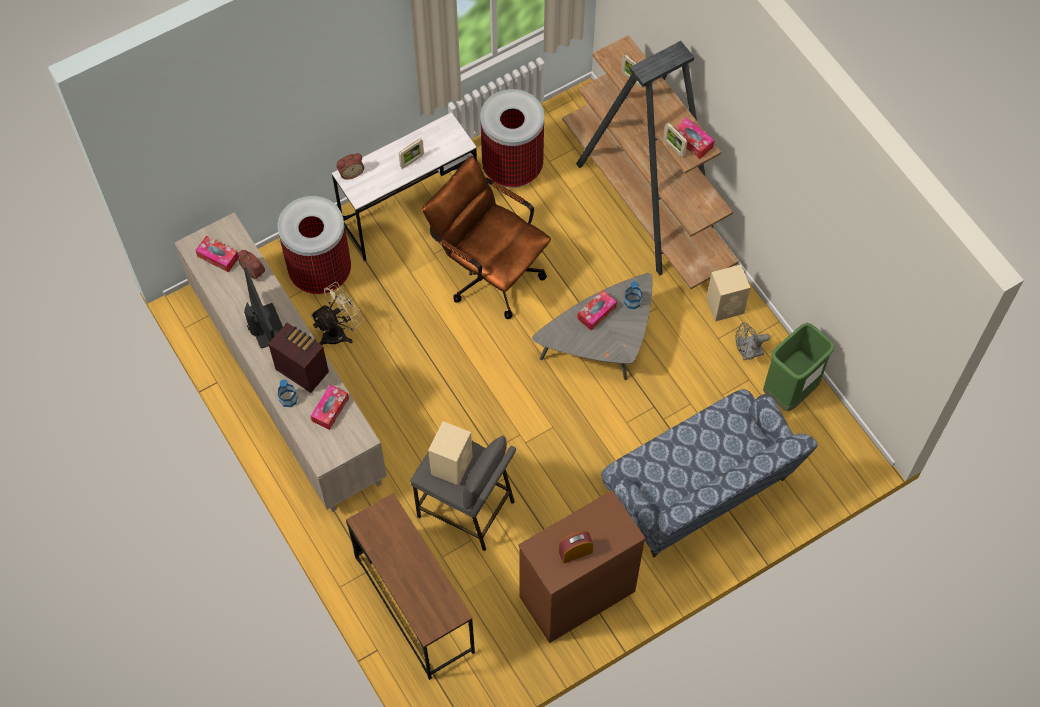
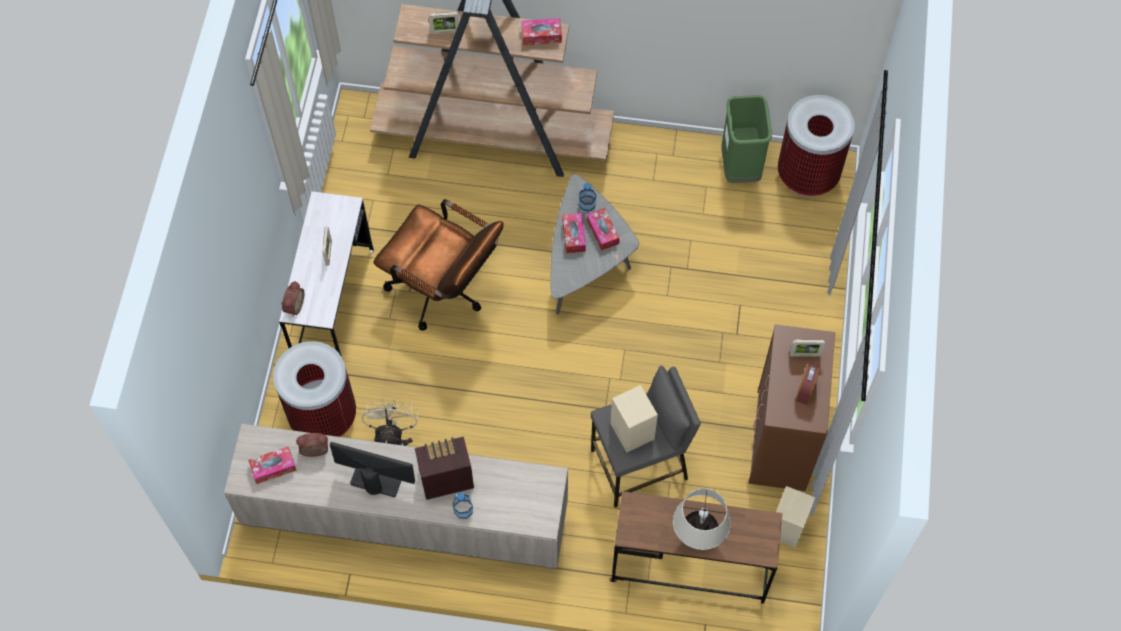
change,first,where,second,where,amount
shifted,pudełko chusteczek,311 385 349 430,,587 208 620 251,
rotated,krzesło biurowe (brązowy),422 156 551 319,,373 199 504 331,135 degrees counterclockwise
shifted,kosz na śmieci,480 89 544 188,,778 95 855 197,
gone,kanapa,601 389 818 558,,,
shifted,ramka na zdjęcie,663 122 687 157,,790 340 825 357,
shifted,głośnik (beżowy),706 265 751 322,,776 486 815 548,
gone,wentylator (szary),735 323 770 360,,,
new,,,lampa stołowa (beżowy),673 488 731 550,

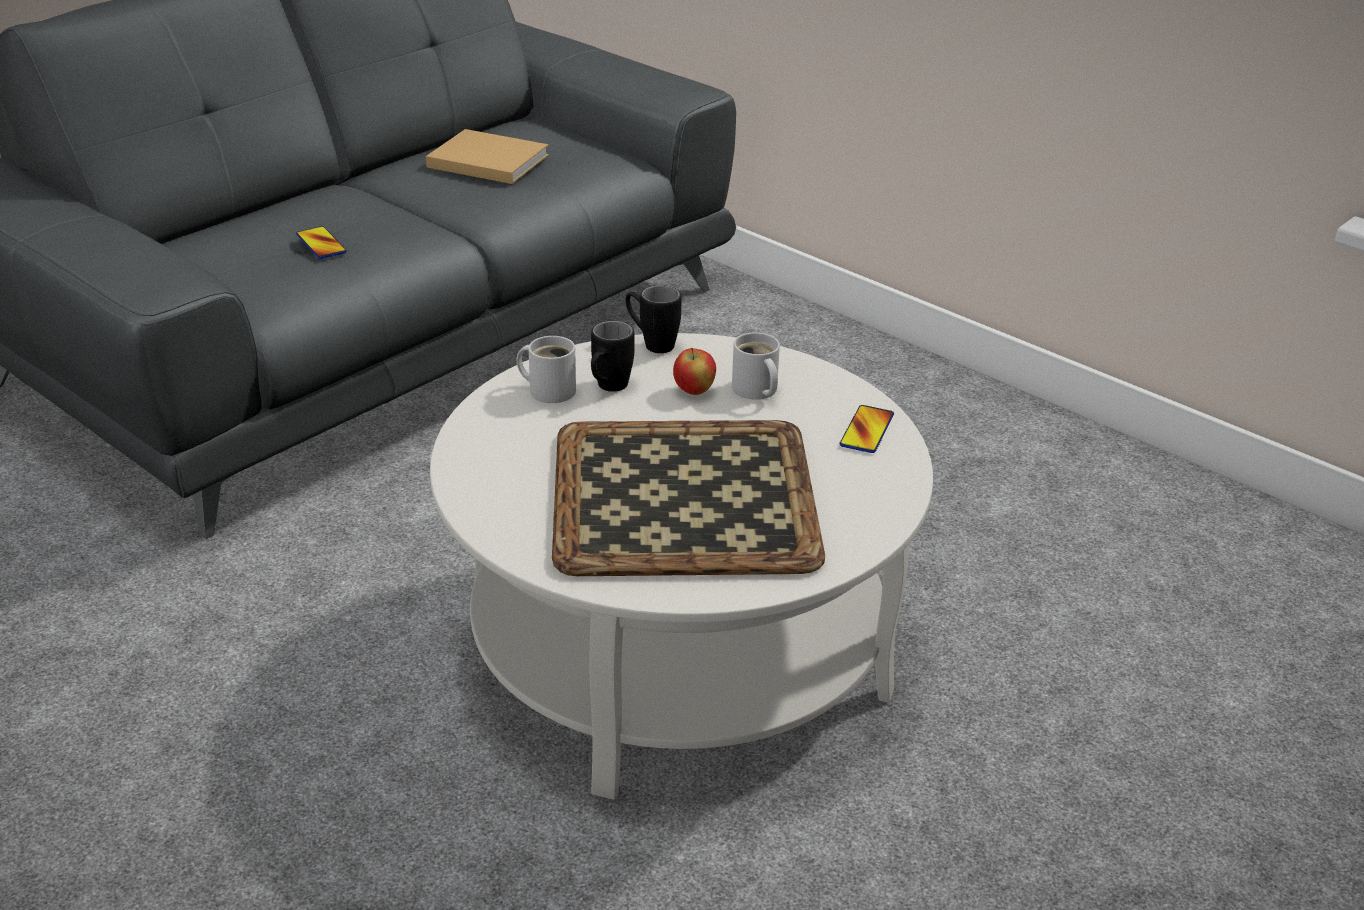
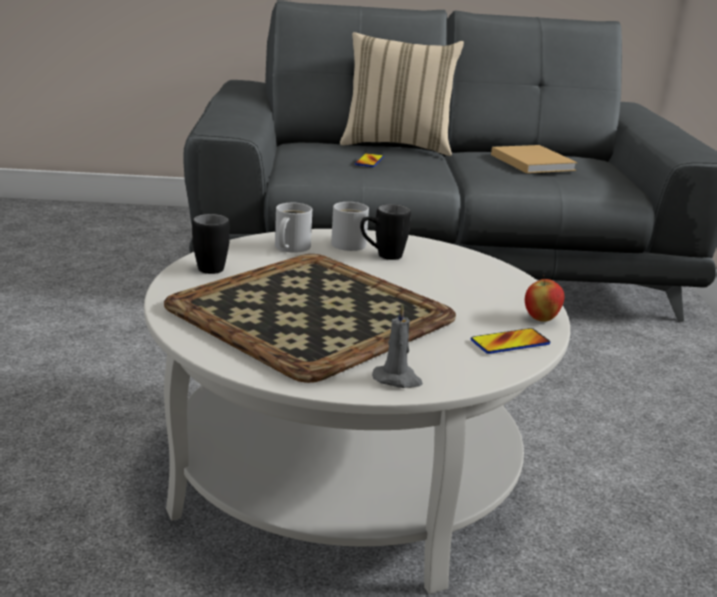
change,first,where,second,where,amount
shifted,kubek (czarny),625 285 681 353,,192 214 230 274,
shifted,jabłko,673 348 716 395,,525 275 565 322,
shifted,kubek (biały),732 333 780 400,,275 203 312 253,
new,,,poduszka (beżowy),340 32 464 156,
new,,,świeca (szary),372 304 423 388,

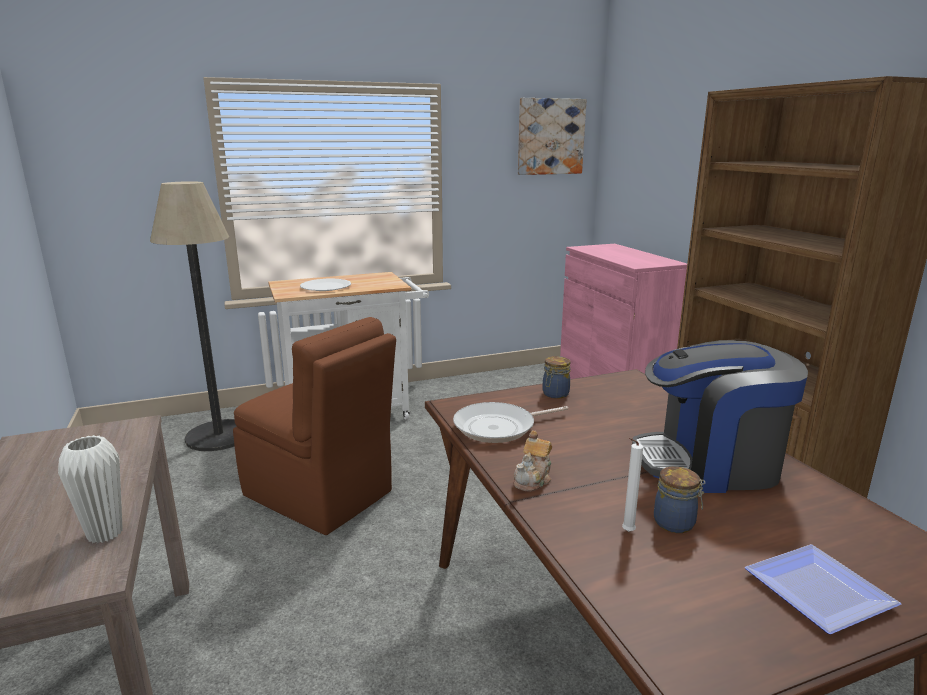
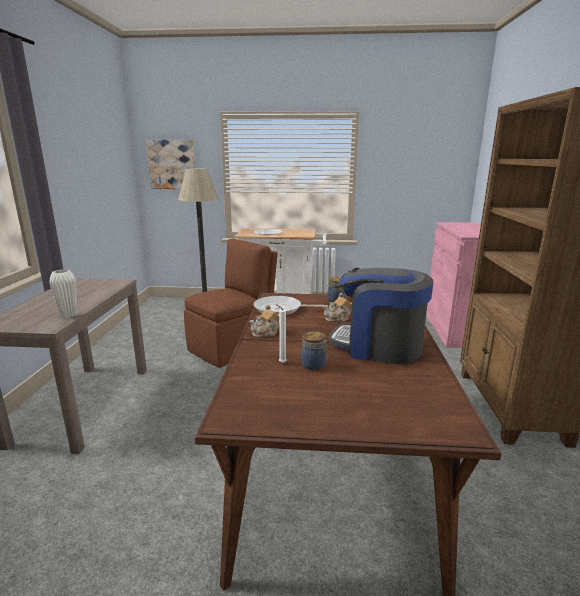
change,first,where,second,where,amount
rotated,krzesło (brązowy),233 317 396 535,,184 238 278 368,105 degrees counterclockwise
shifted,obraz,518 98 587 175,,146 140 195 189,
gone,talerz,745 544 901 634,,,
new,,,imbryk,323 293 352 322,

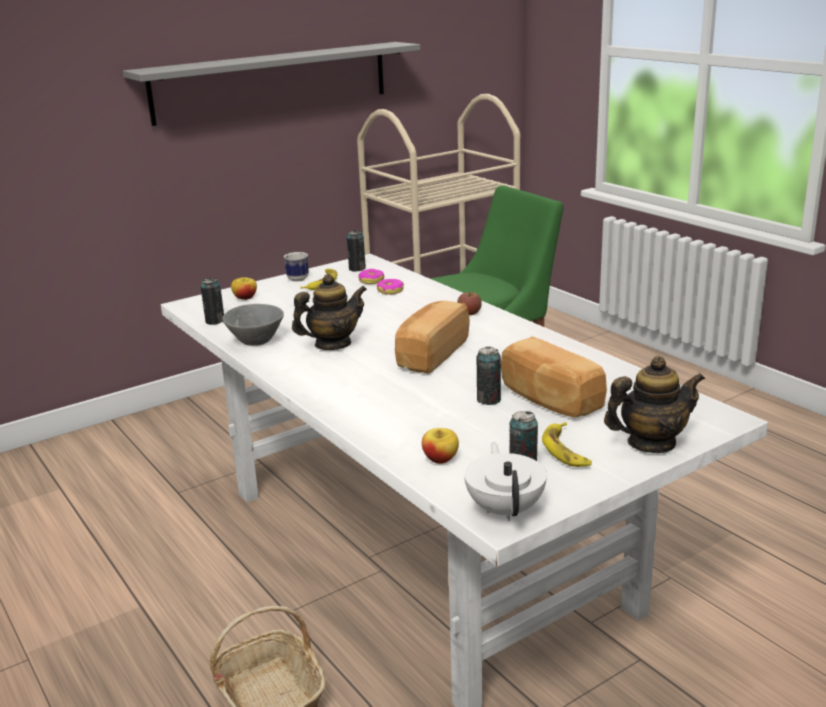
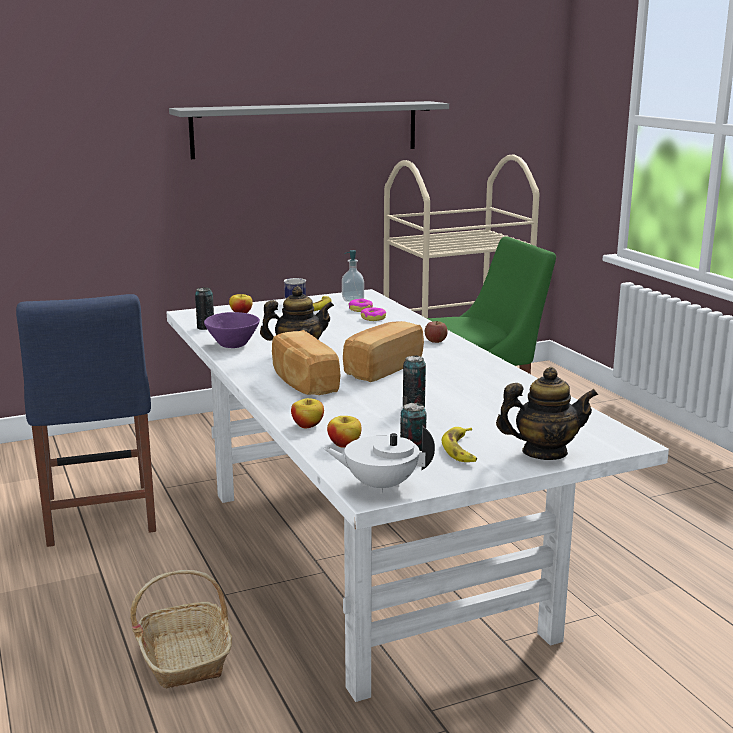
change,first,where,second,where,amount
repainted,miska (szary),223 304 284 346,miska (fioletowy),204 312 260 348,
swapped,puszka,347 230 366 272,dozownik mydła,342 250 364 302,
rotated,imbryk (biały),464 443 547 521,,323 426 435 494,90 degrees counterclockwise
shifted,chleb,501 336 607 418,,272 330 340 395,
new,,,krzesło (niebieski),16 294 156 547,
new,,,jabłko,291 398 324 428,

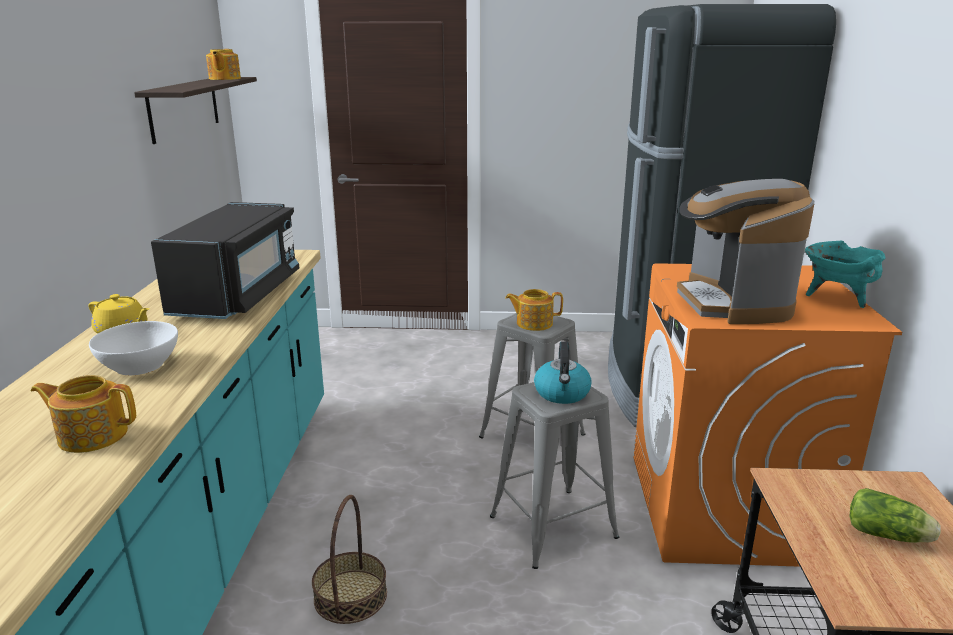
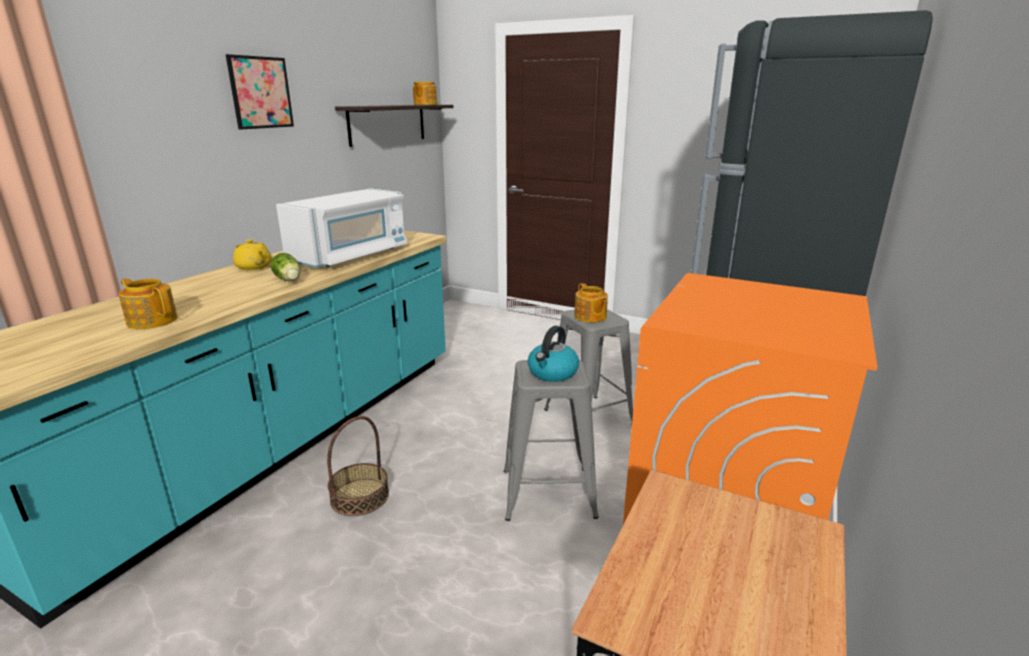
change,first,where,second,where,amount
gone,miska (biały),89 321 178 375,,,
repainted,mikrofalówka (czarny),151 202 299 319,mikrofalówka (biały),276 188 407 268,
rotated,imbryk,505 289 563 331,,574 283 608 323,135 degrees counterclockwise
gone,ekspres do kawy,677 179 815 324,,,
gone,garnek (turkusowy),805 241 886 308,,,
shifted,sałata,850 488 941 543,,271 253 301 281,
new,,,obraz,226 54 294 130,

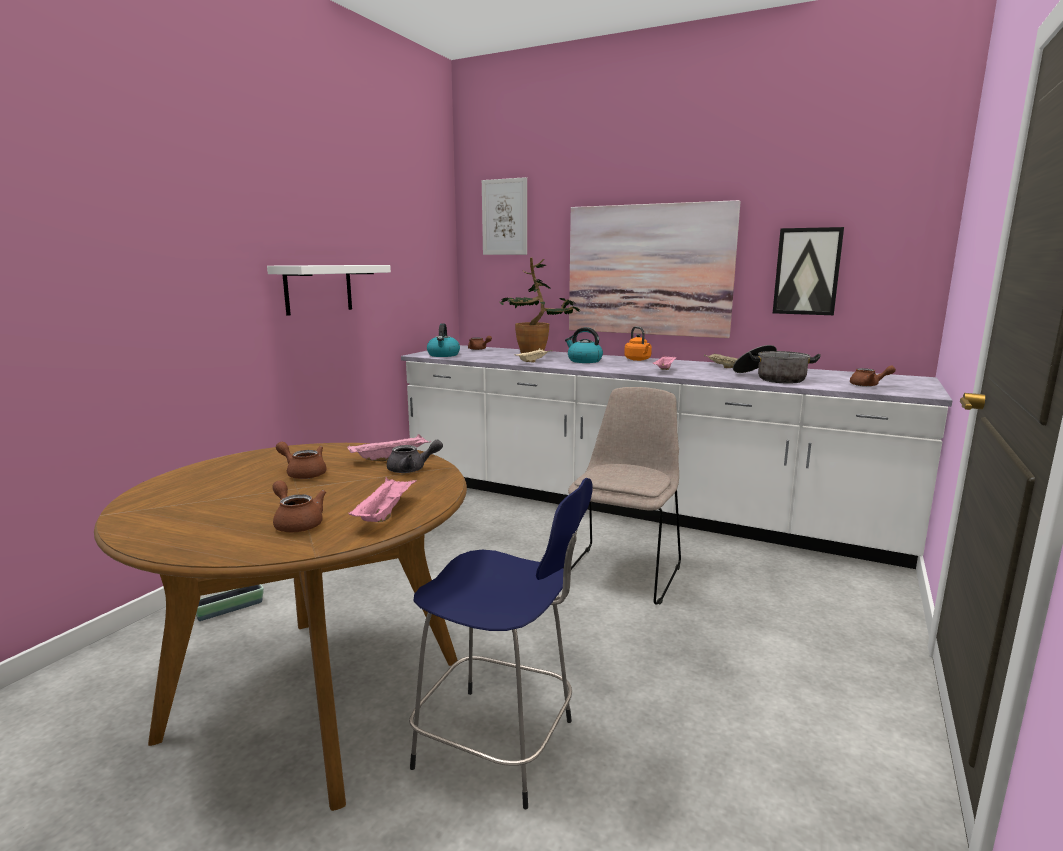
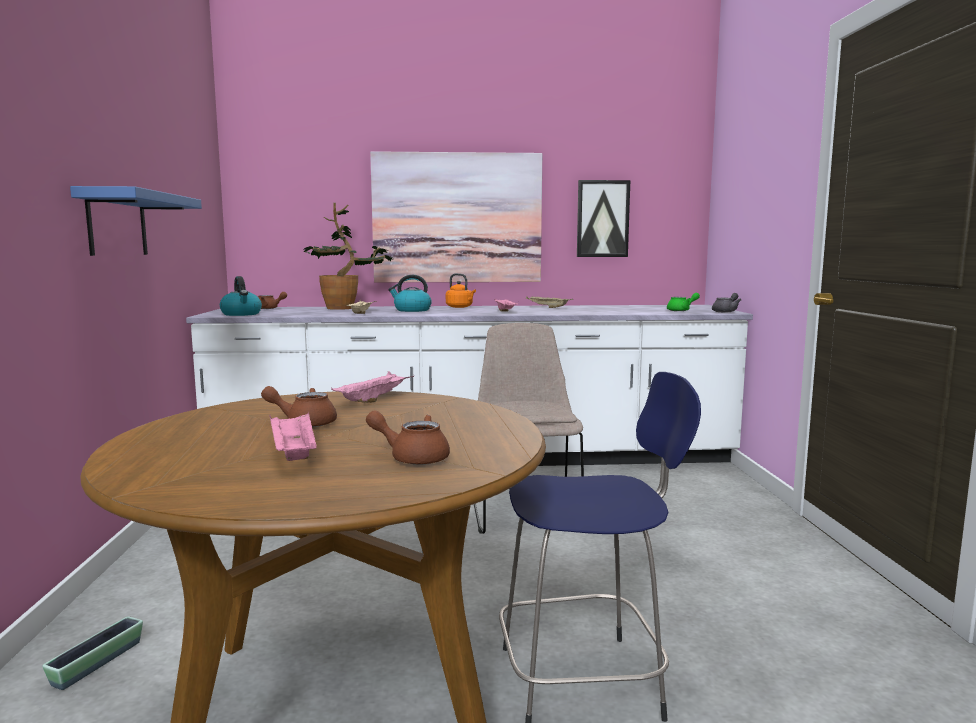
change,first,where,second,where,amount
repainted,półka (biały),267 265 391 316,półka (niebieski),70 186 202 256,
shifted,taca (różowy),348 477 417 522,,269 412 316 461,
shifted,imbryk (szary),387 440 443 473,,712 293 741 312,
gone,obraz,482 177 527 255,,,
gone,garnek,733 345 821 384,,,
repainted,imbryk (brązowy),850 366 896 387,imbryk (zielony),667 293 700 311,

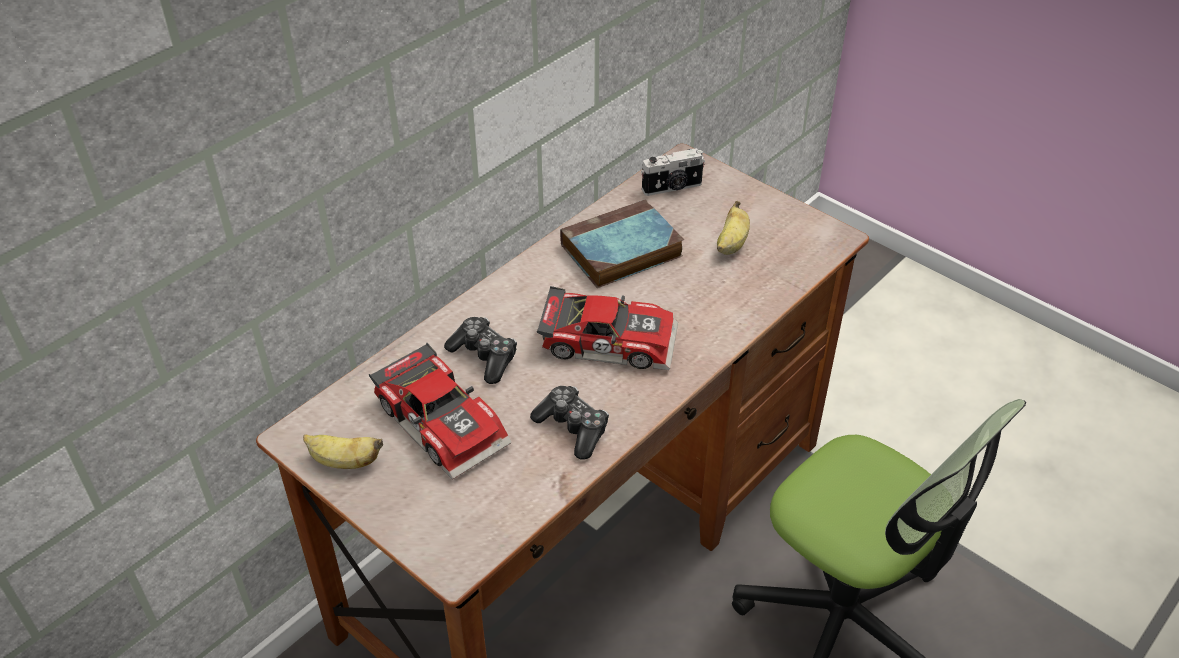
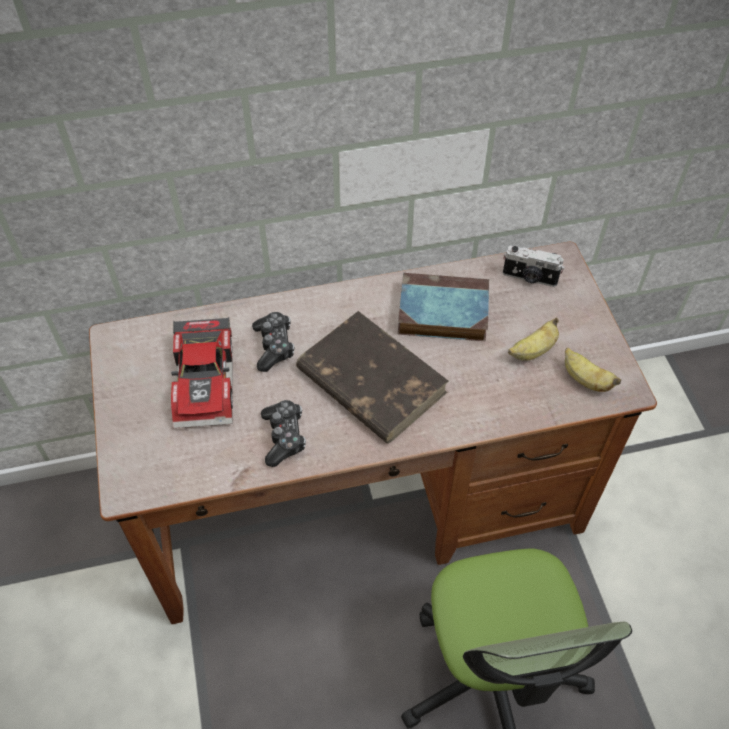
change,first,where,second,where,amount
shifted,banan,303 434 383 469,,565 348 621 392,
swapped,samochodzik,537 286 678 370,książka (brązowy),296 311 449 443,

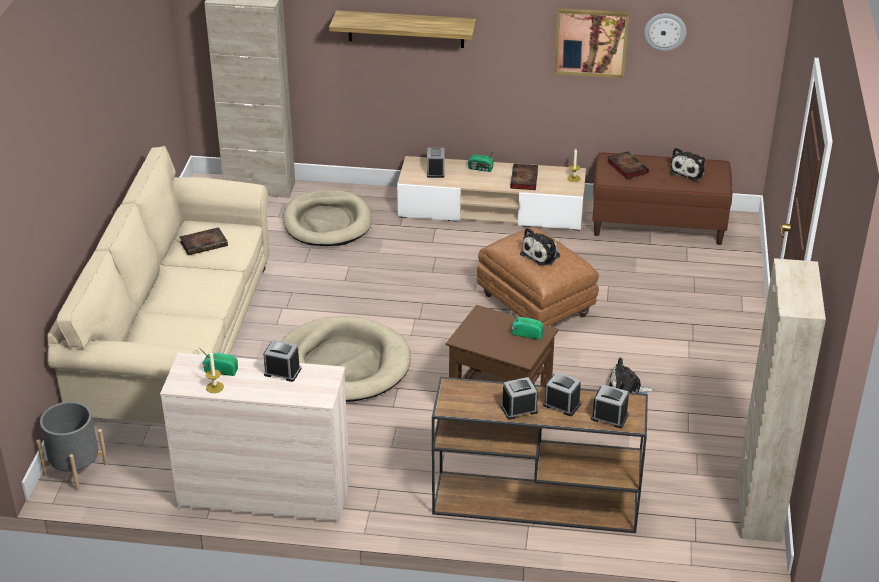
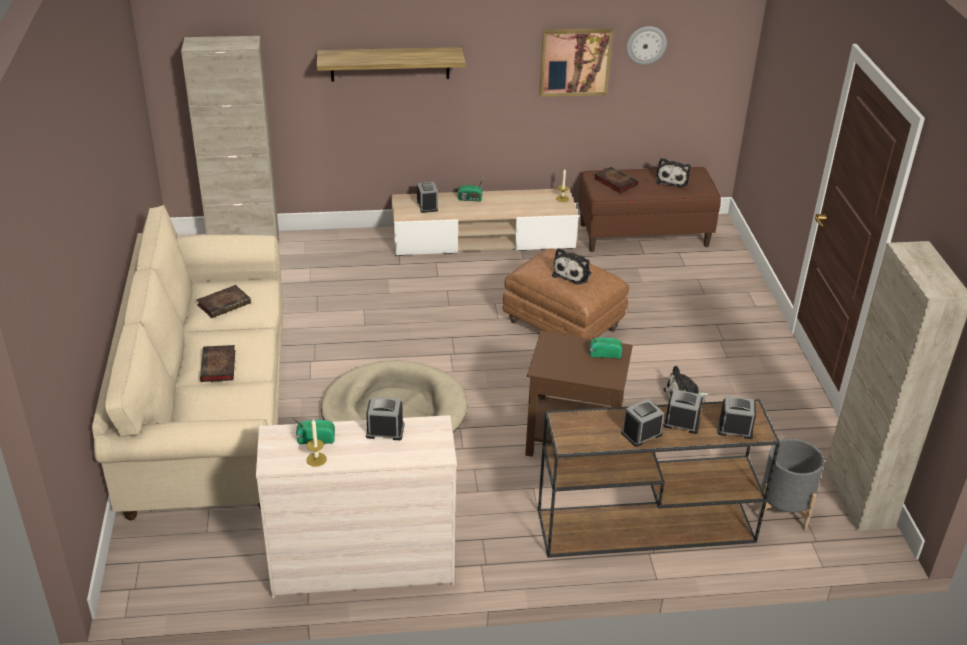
change,first,where,second,where,amount
shifted,donica (szary),36 402 108 491,,757 438 824 531,
gone,legowisko (beżowy),283 190 372 246,,,
shifted,książka,510 164 538 190,,200 345 235 382,

